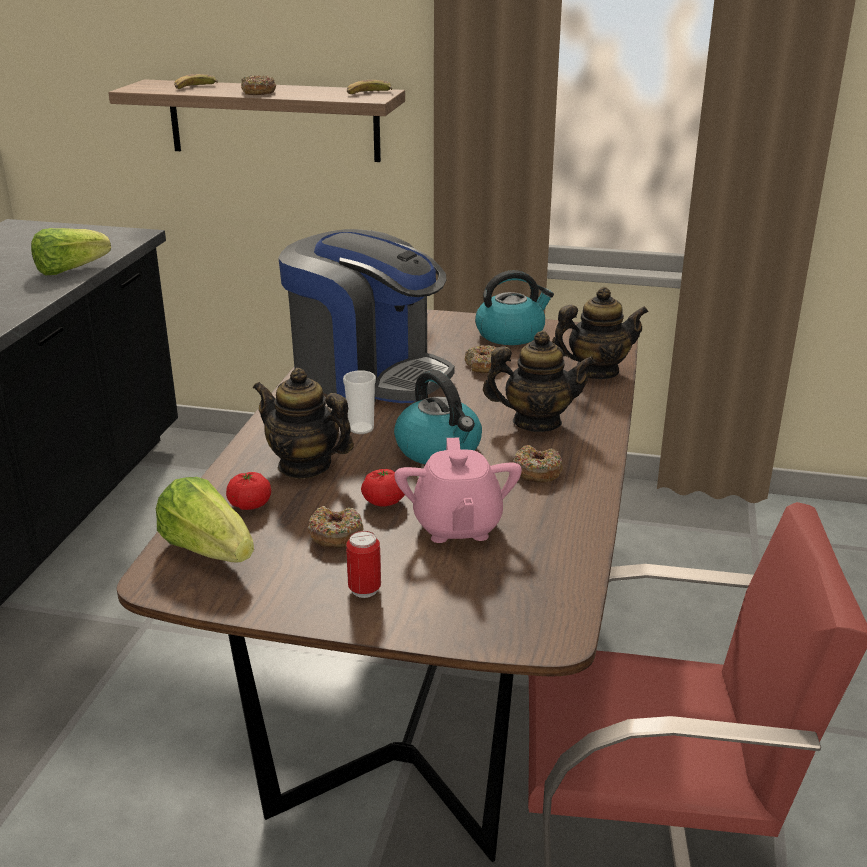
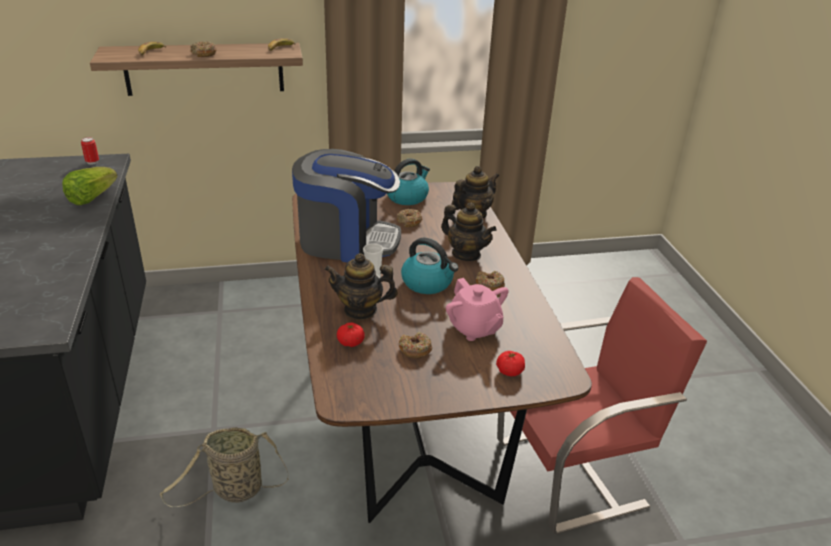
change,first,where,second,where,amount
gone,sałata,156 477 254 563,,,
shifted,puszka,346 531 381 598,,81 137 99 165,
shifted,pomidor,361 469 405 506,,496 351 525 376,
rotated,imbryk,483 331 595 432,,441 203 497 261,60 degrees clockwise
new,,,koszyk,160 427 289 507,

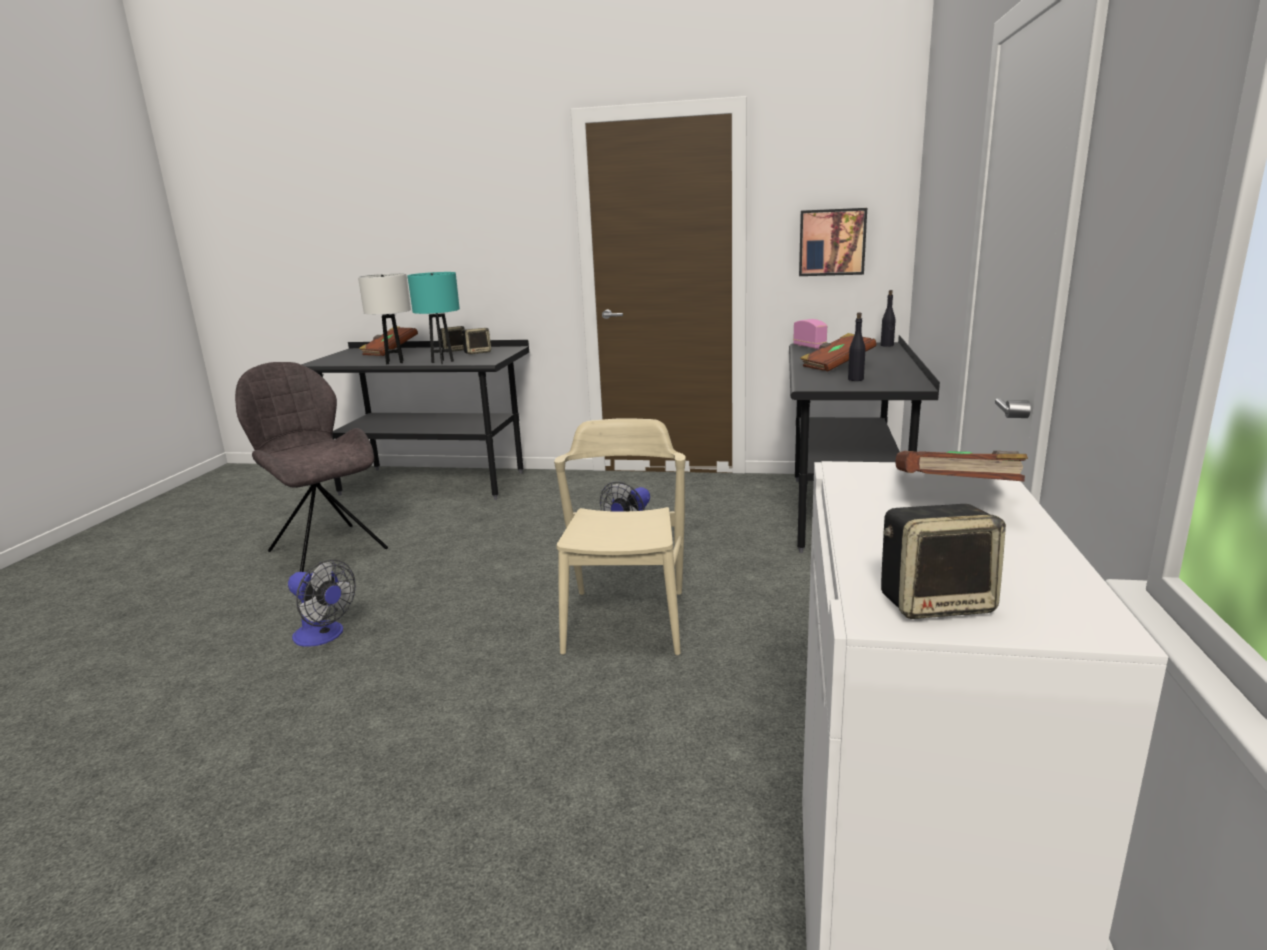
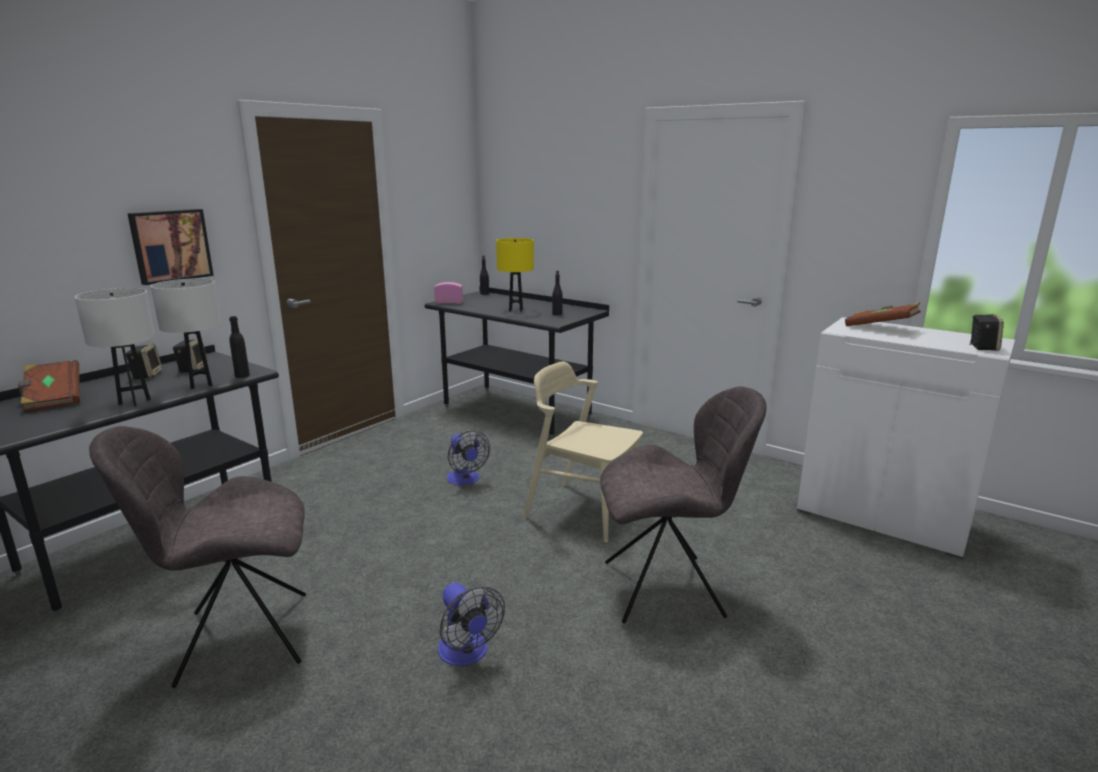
change,first,where,second,where,amount
rotated,wentylator,288 559 356 647,,438 583 505 666,90 degrees clockwise
repainted,lampa stołowa (turkusowy),407 272 460 364,lampa stołowa (biały),151 279 221 389,
shifted,obraz,799 208 867 276,,127 209 214 285,
swapped,książka (brązowy),800 333 877 372,lampa stołowa (żółty),496 238 534 312,
new,,,butelka (czarny),229 316 250 378,
new,,,krzesło (szary),600 386 766 624,

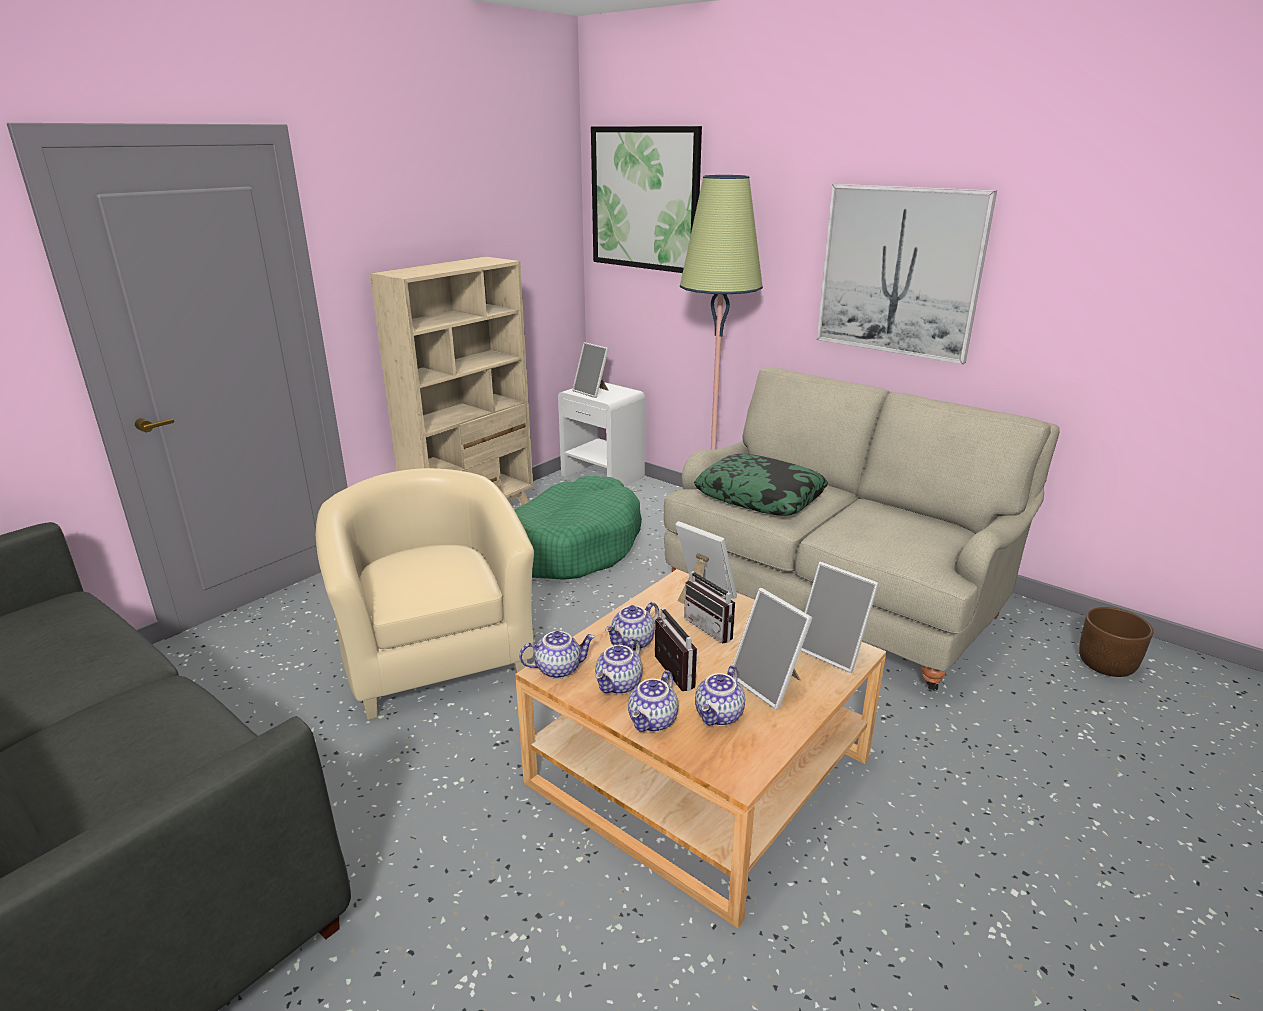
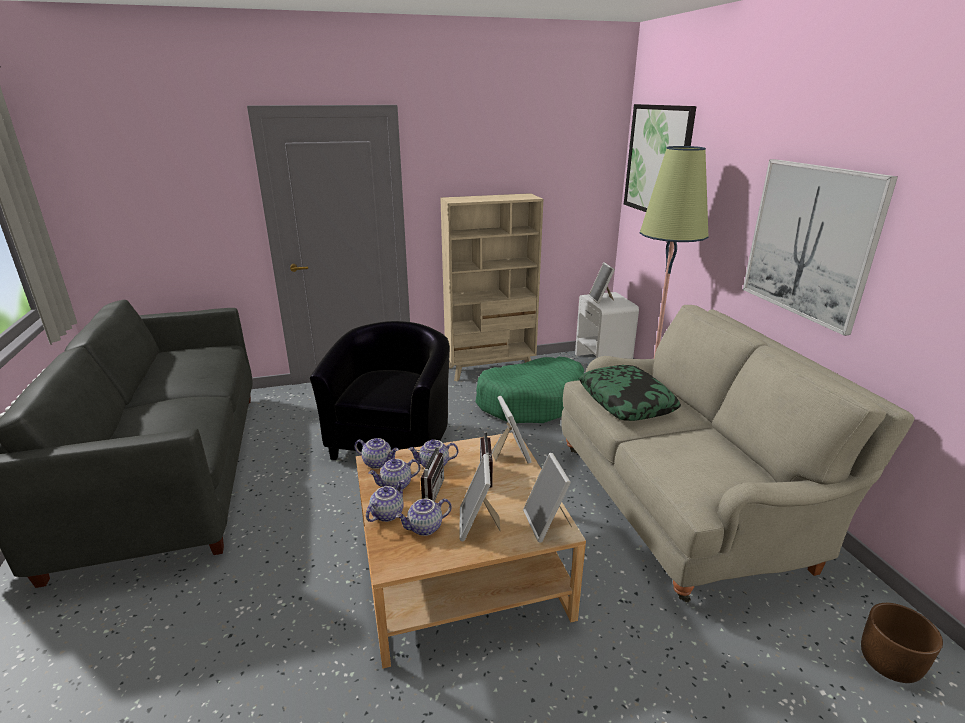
change,first,where,second,where,amount
repainted,fotel (beżowy),316 468 534 720,fotel (czarny),310 321 450 460,
rotated,imbryk,628 670 678 732,,366 480 405 522,150 degrees clockwise

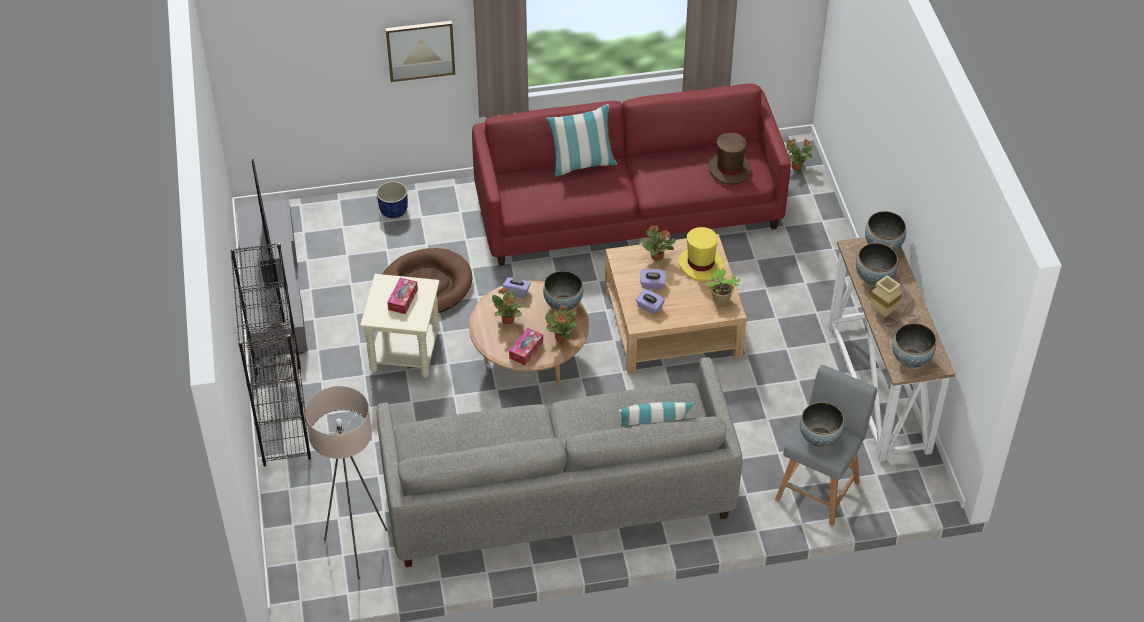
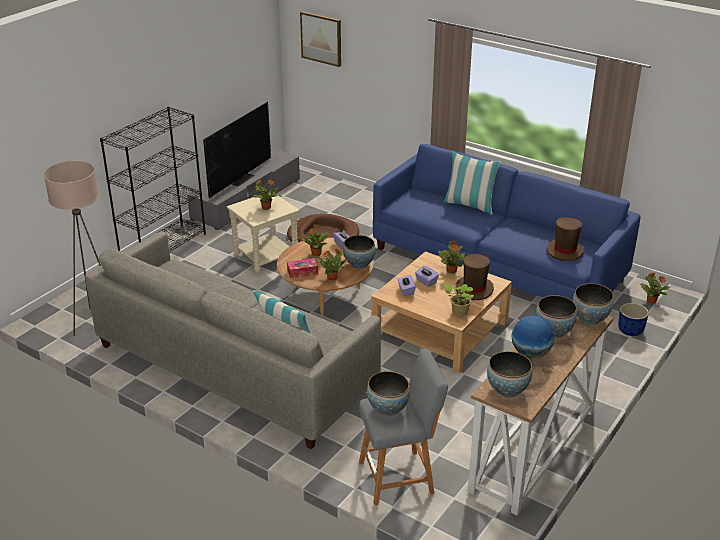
change,first,where,second,where,amount
shifted,donica (niebieski),377 181 408 218,,618 303 649 336,
shifted,obraz,386 21 455 82,,300 11 341 67,
swapped,pudełko chusteczek,387 278 418 314,roślina doniczkowa,252 180 279 210,
repainted,kanapa (czerwony),472 83 791 266,kanapa (niebieski),373 144 641 300,
repainted,kapelusz (żółty),679 227 723 281,kapelusz (brązowy),455 254 494 300,
swapped,wazon (beżowy),870 275 902 317,globus,511 316 555 358,

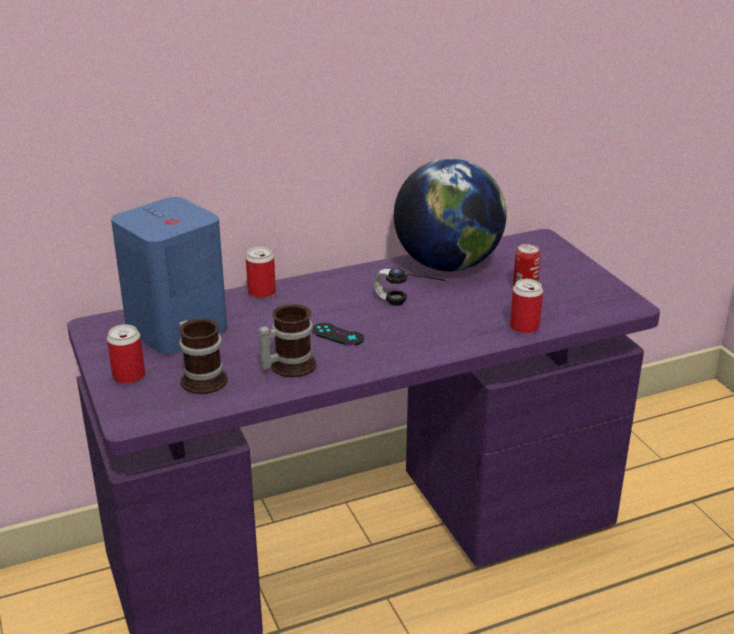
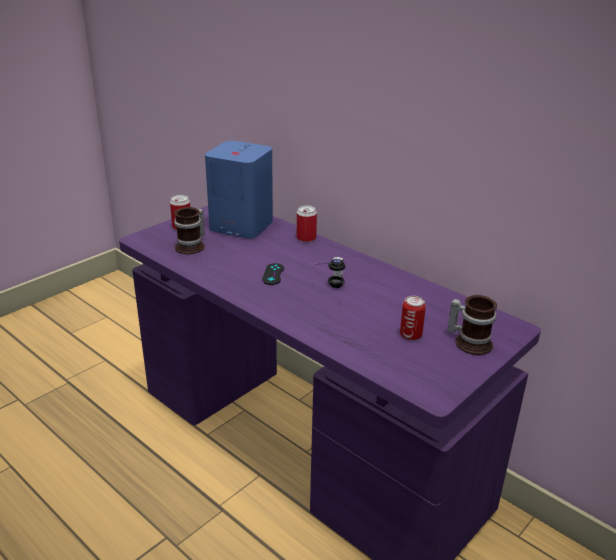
change,first,where,second,where,amount
shifted,kubek,258 304 317 377,,447 295 497 355,
gone,globus,394 158 507 271,,,
gone,puszka,510 279 543 334,,,

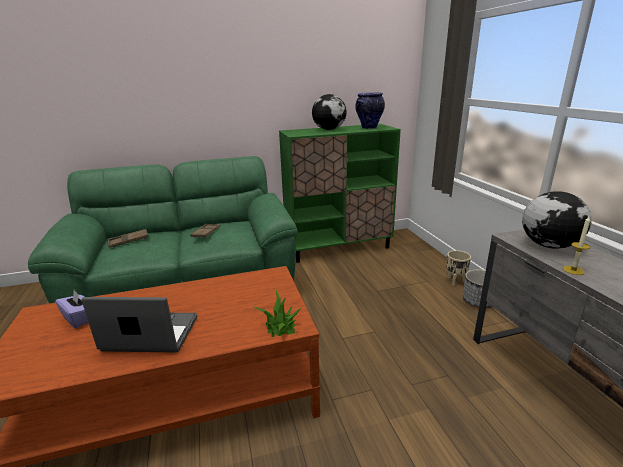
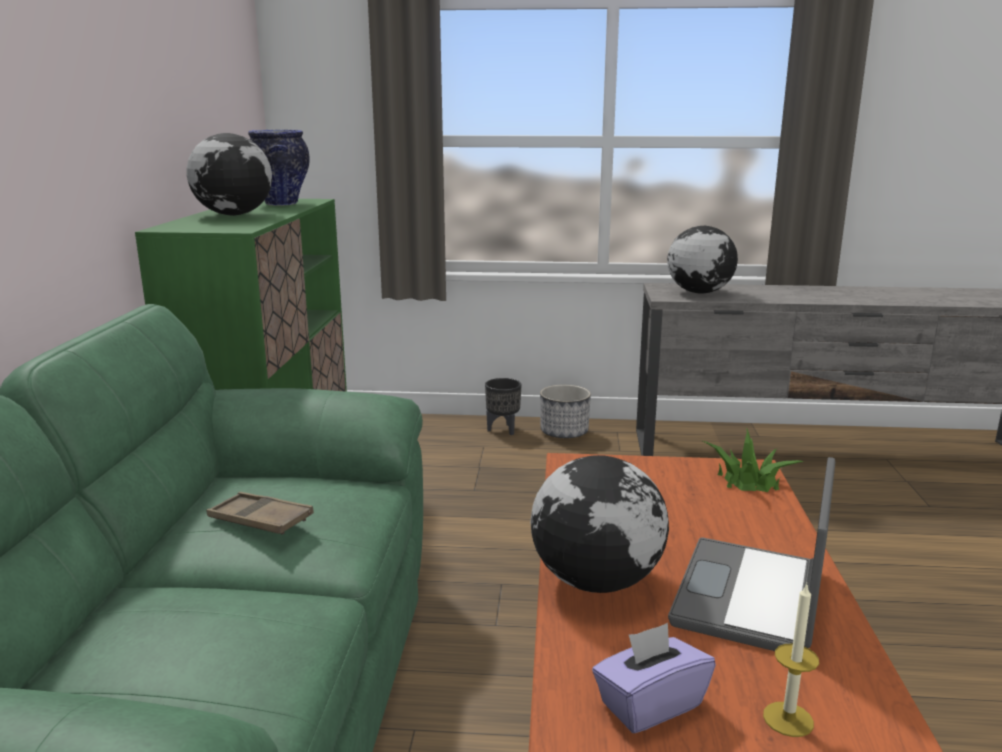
change,first,where,second,where,amount
gone,taca (brązowy),108 229 148 248,,,
repainted,donica (beżowy),446 250 471 286,donica (czarny),485 378 521 435,
shifted,świeca,563 215 590 275,,763 584 819 737,
new,,,globus,530 455 669 593,

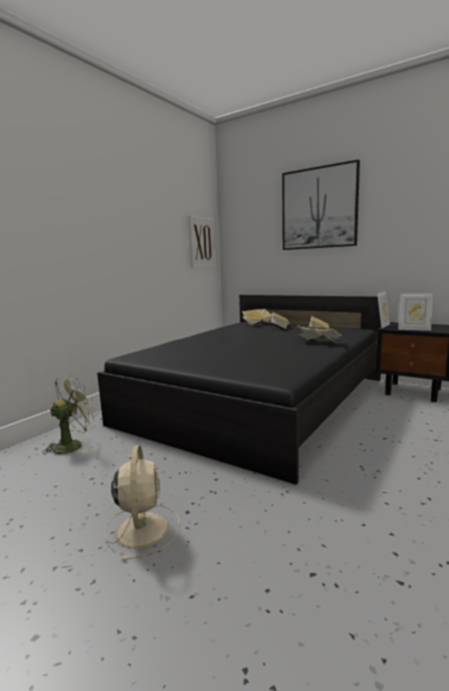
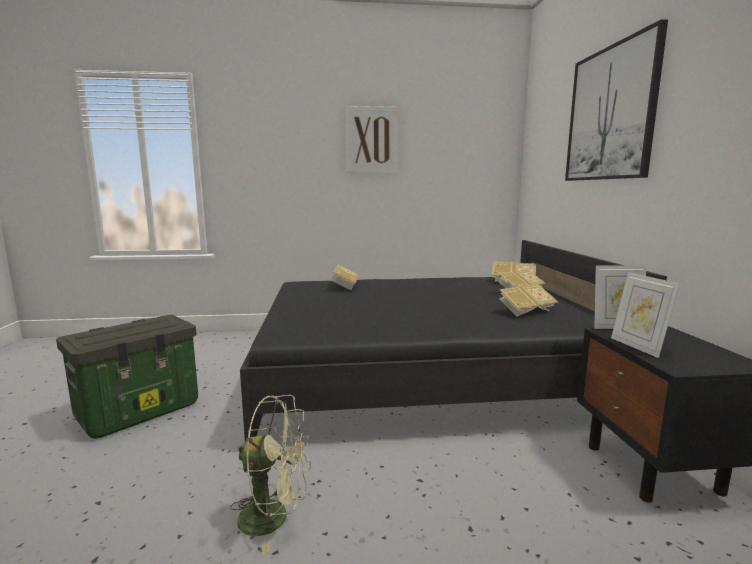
change,first,where,second,where,amount
shifted,wentylator (zielony),42 374 97 454,,230 395 311 554,
swapped,wentylator (beżowy),104 445 179 561,pojemnik do przechowywania,56 315 198 439,
shifted,obraz,188 216 216 268,,345 106 399 173,
shifted,książka,297 325 343 342,,331 265 359 290,

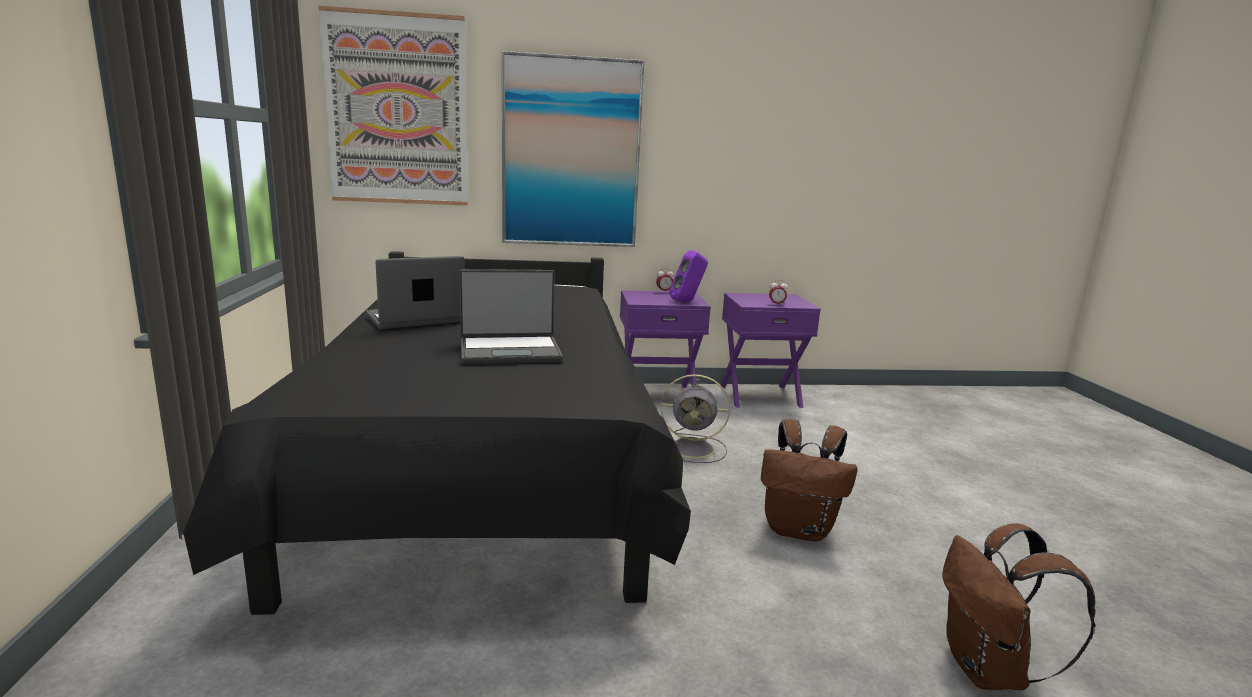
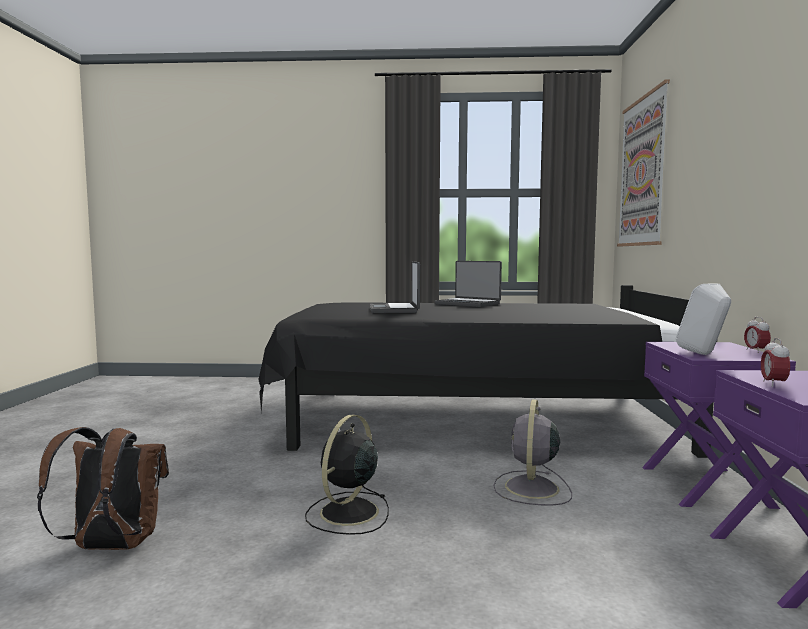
change,first,where,second,where,amount
rotated,laptop,366 256 465 329,,434 261 502 307,150 degrees clockwise
gone,obraz,502 51 644 247,,,
repainted,głośnik (fioletowy),669 250 708 302,głośnik (biały),676 283 731 355,
swapped,plecak (brązowy),761 419 857 541,wentylator (czarny),305 415 389 535,

